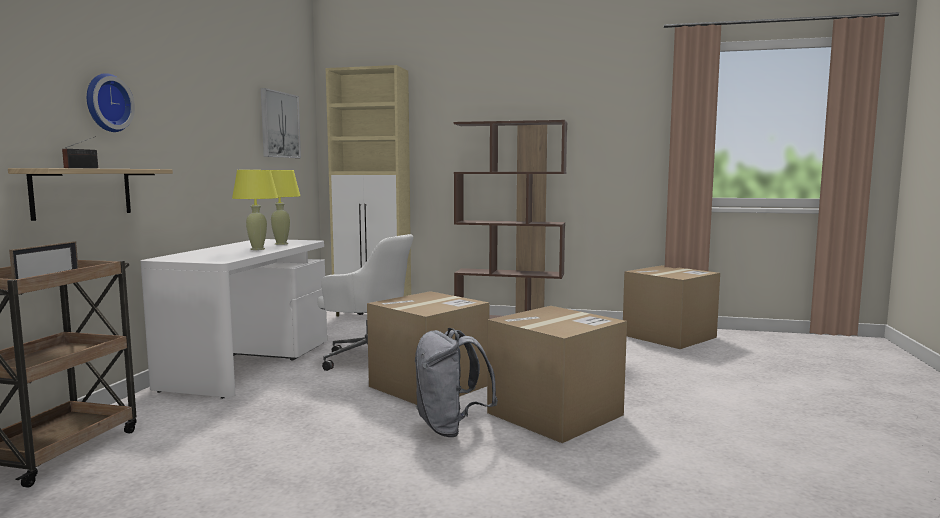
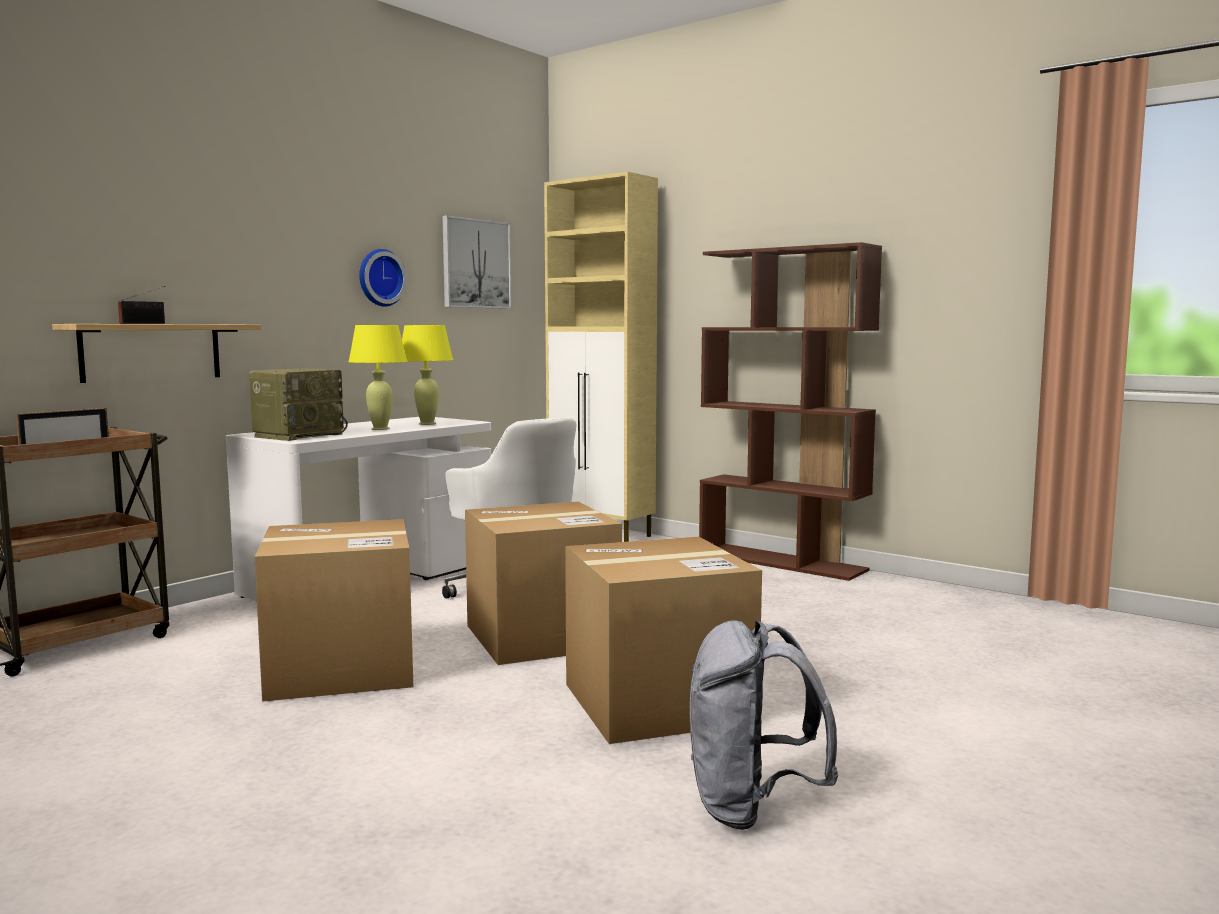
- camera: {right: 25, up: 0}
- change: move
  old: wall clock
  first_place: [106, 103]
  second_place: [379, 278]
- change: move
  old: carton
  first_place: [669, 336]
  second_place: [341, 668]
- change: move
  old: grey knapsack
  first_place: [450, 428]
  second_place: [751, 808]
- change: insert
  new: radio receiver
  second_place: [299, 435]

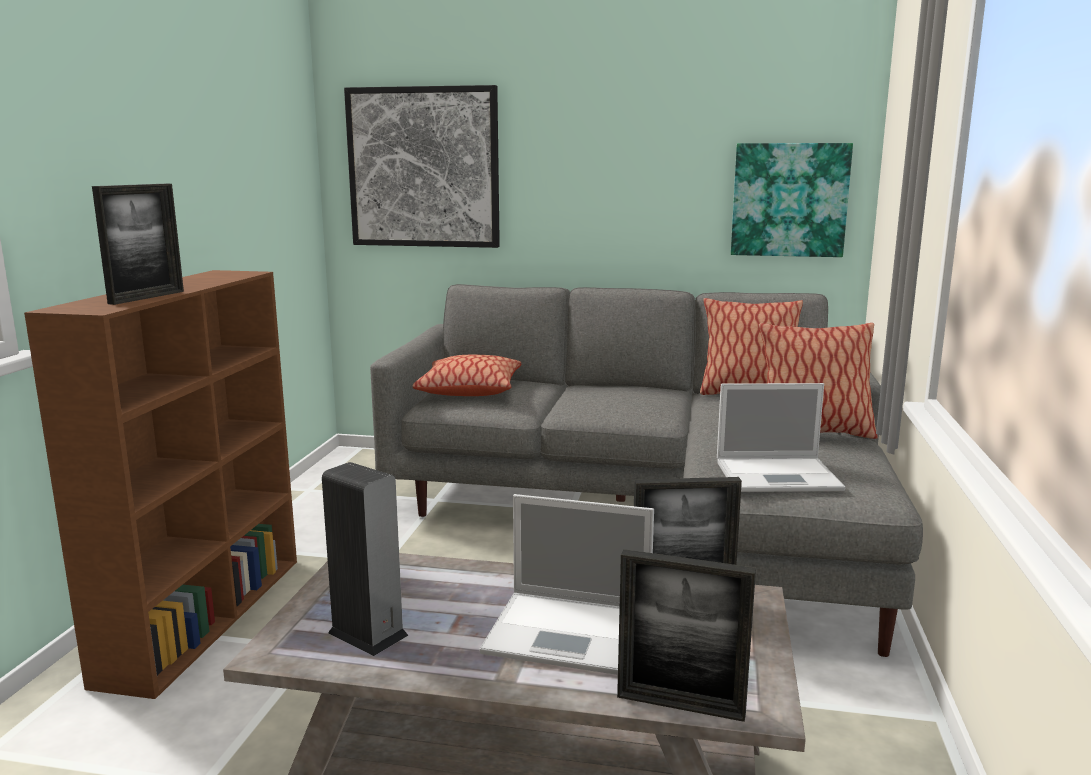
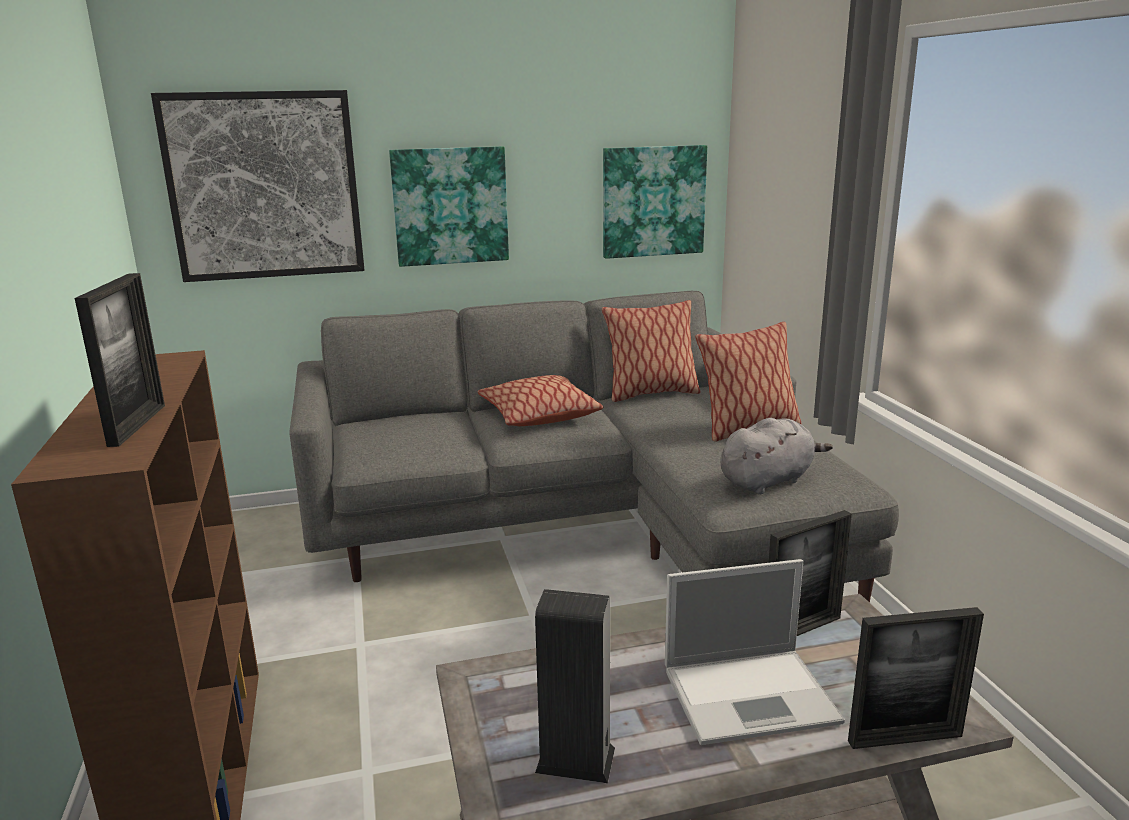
- camera: {right: -25, up: 5}
- change: move
  old: cushion
  first_place: [469, 390]
  second_place: [538, 415]
- change: replace
  old: notebook computer
  new: grey soft toy
  first_place: [780, 475]
  second_place: [768, 480]
- change: insert
  new: wall art
  second_place: [450, 206]

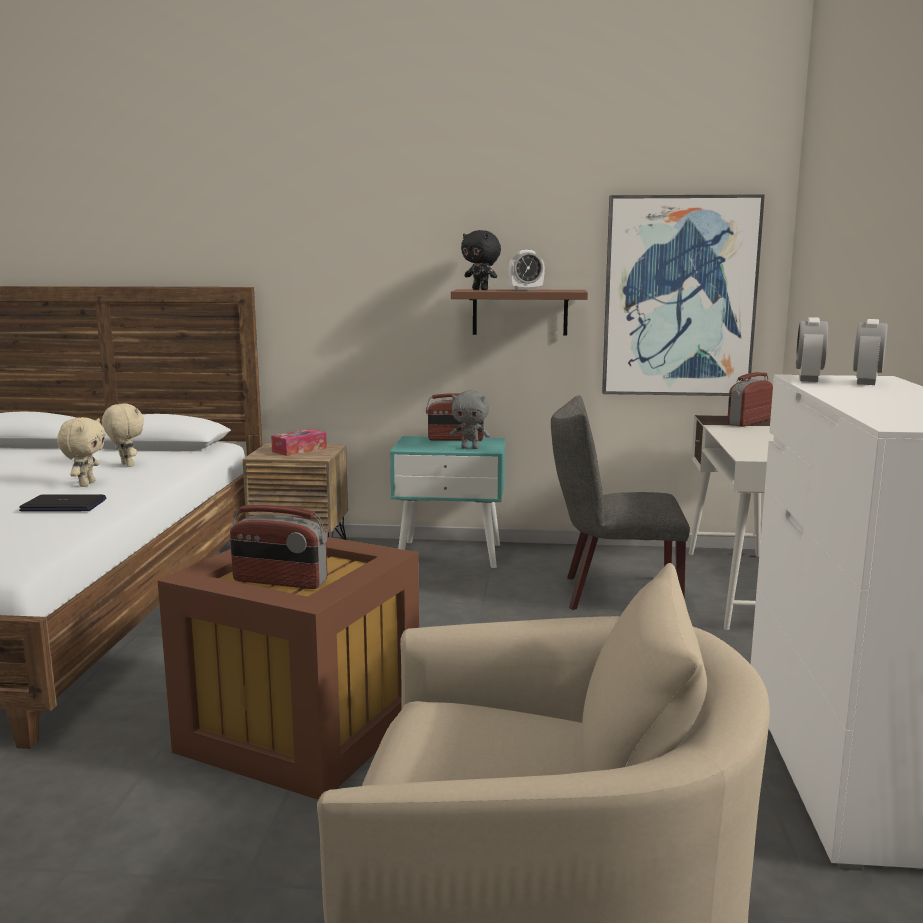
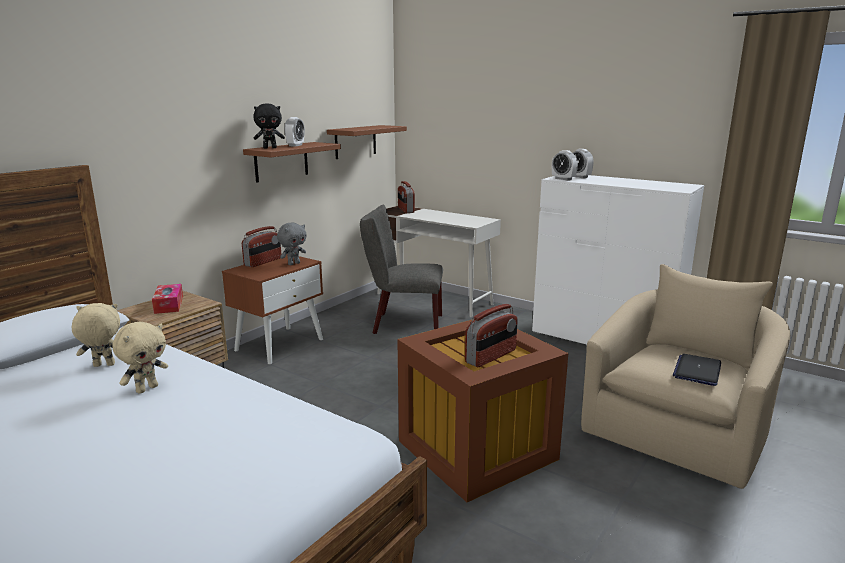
- camera: {right: -60, up: 5}
- change: replace
  old: wall art
  new: brown-coloured bracket shelf
  first_place: [679, 296]
  second_place: [355, 141]
- change: rotate
  old: grey chair
  first_place: [613, 594]
  second_place: [403, 324]
  degrees: 60
- change: rotate
  old: beige-coloured soft toy
  first_place: [86, 484]
  second_place: [147, 388]
  degrees: 90
- change: recolor
  old: turquoise bedside table
  new: brown-coloured bedside table
  first_place: [450, 554]
  second_place: [279, 344]
- change: move
  old: notebook computer
  first_place: [64, 505]
  second_place: [697, 370]

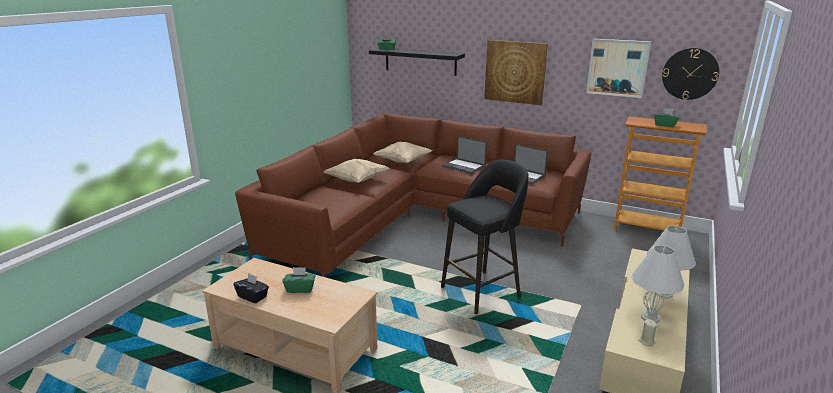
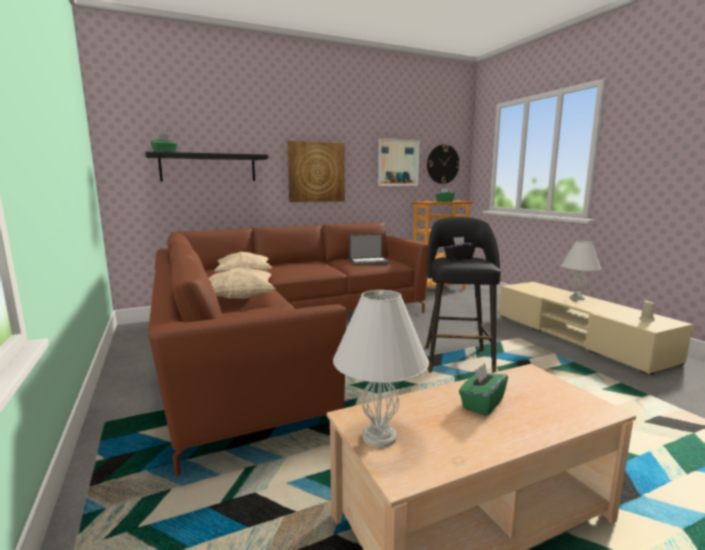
- camera: {right: -50, up: -10}
- change: delete
  old: notebook computer
  first_place: [464, 166]
- change: move
  old: whitish table lamp
  first_place: [650, 317]
  second_place: [378, 436]
- change: move
  old: black tissue holder
  first_place: [252, 296]
  second_place: [458, 258]

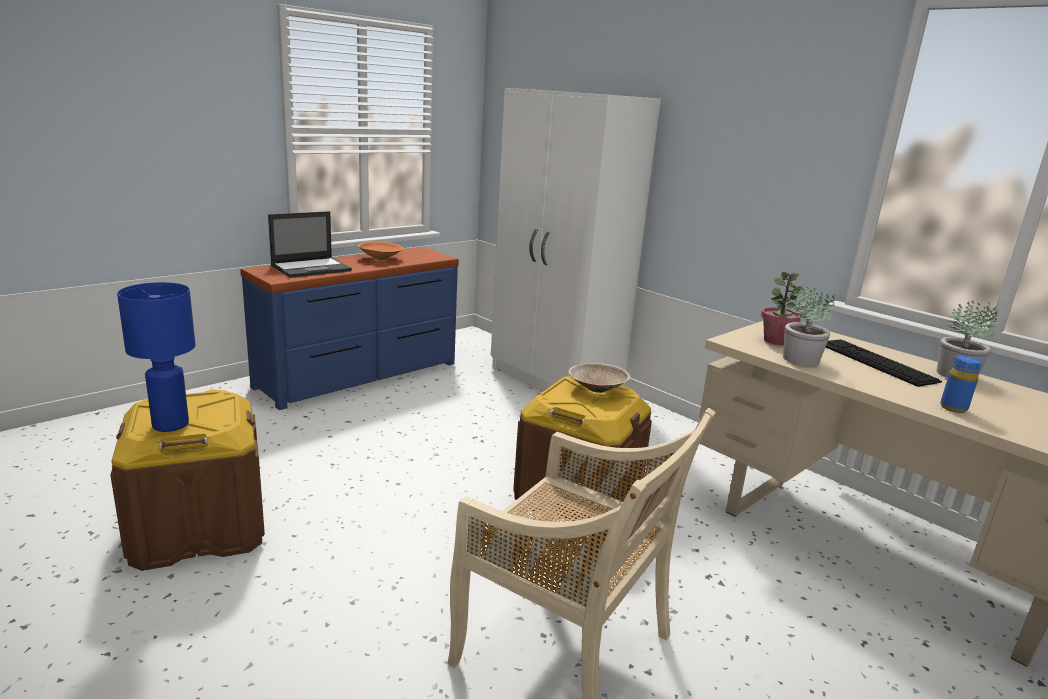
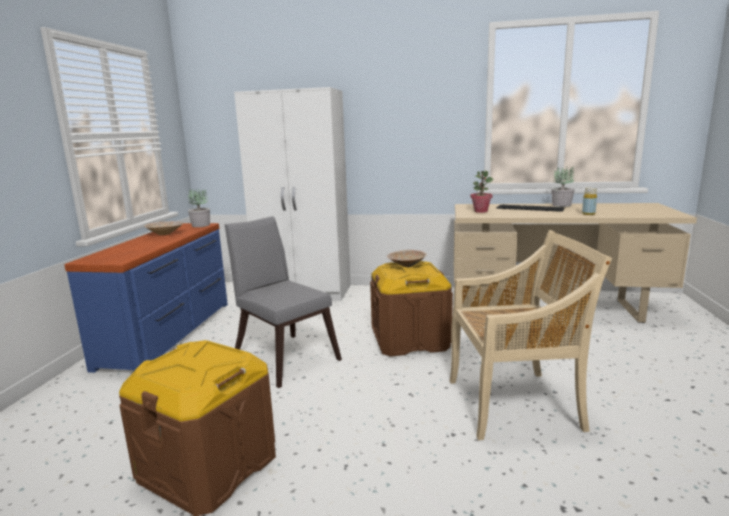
- camera: {right: -35, up: -5}
- change: delete
  old: notebook computer
  first_place: [312, 268]
- change: recolor
  old: orange-coloured serving bowl
  new: beige-coloured serving bowl
  first_place: [381, 259]
  second_place: [165, 234]
- change: delete
  old: blue-coloured table lamp
  first_place: [171, 425]
- change: move
  old: plant in a pot
  first_place: [801, 360]
  second_place: [201, 225]
- change: recolor
  old: blue-coloured bottle
  new: yellow-coloured bottle
  first_place: [953, 408]
  second_place: [588, 214]
- change: insert
  new: grey chair
  second_place: [284, 356]

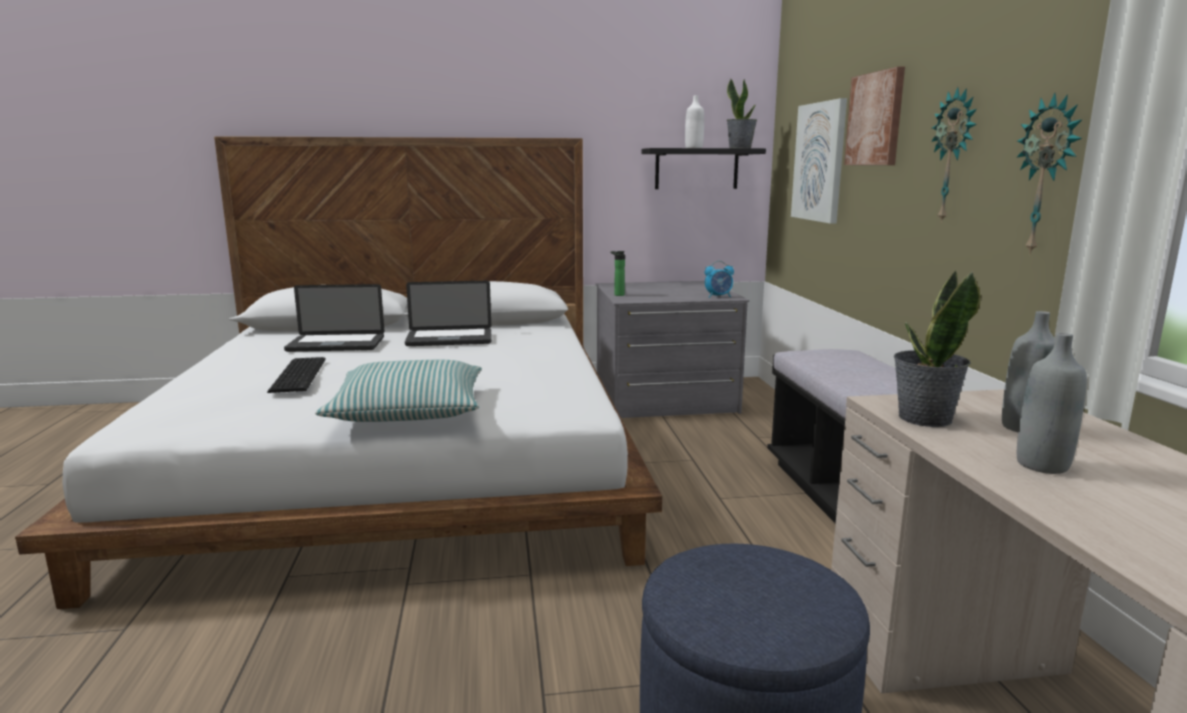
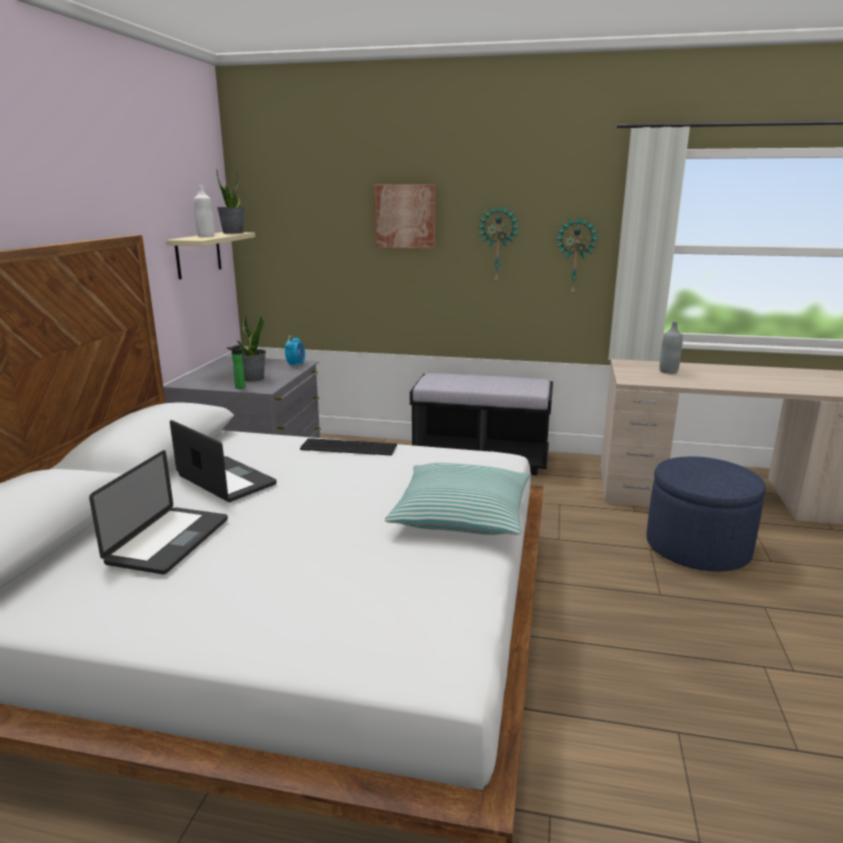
- camera: {right: -70, up: 5}
- change: delete
  old: wall art
  first_place: [819, 162]
- change: recolor
  old: black bracket shelf
  new: beige-coloured bracket shelf
  first_place: [696, 169]
  second_place: [198, 255]
- change: move
  old: plant in a pot
  first_place: [924, 418]
  second_place: [253, 378]
- change: rotate
  old: notebook computer
  first_place: [449, 339]
  second_place: [226, 480]
  degrees: -60
- change: delete
  old: grey bottle
  first_place: [1042, 465]
- change: move
  old: keyboard
  first_place: [301, 374]
  second_place: [348, 446]

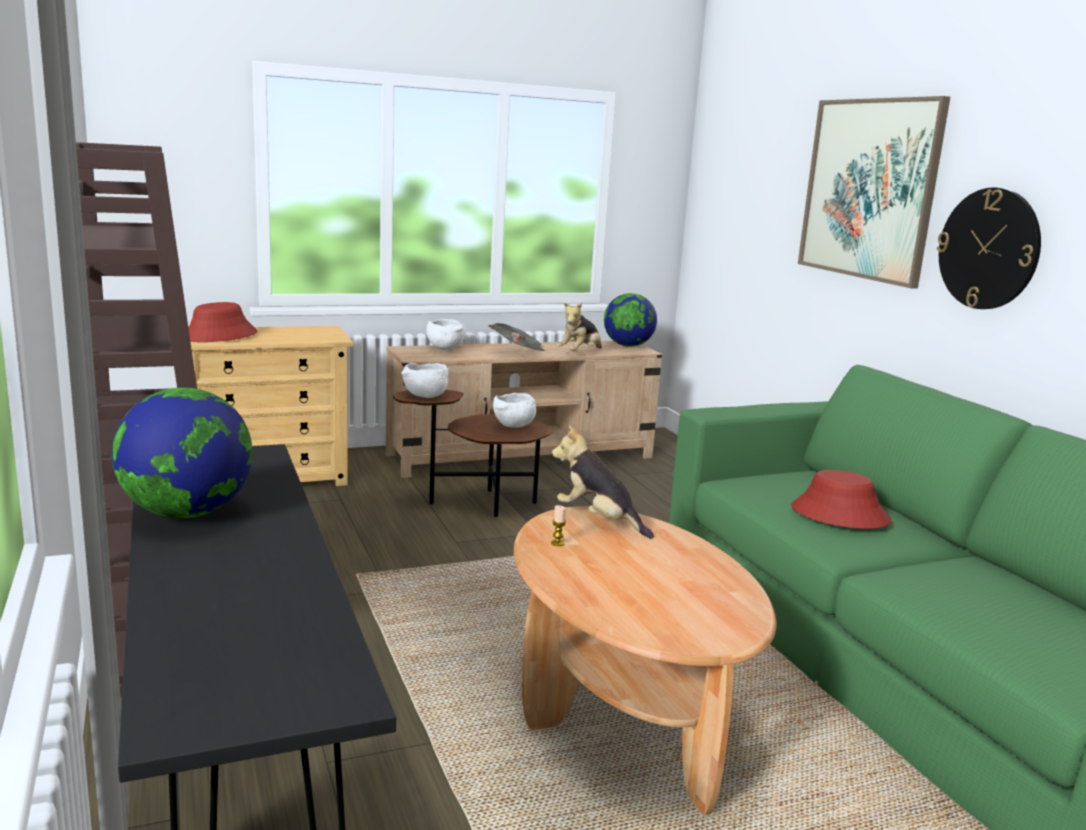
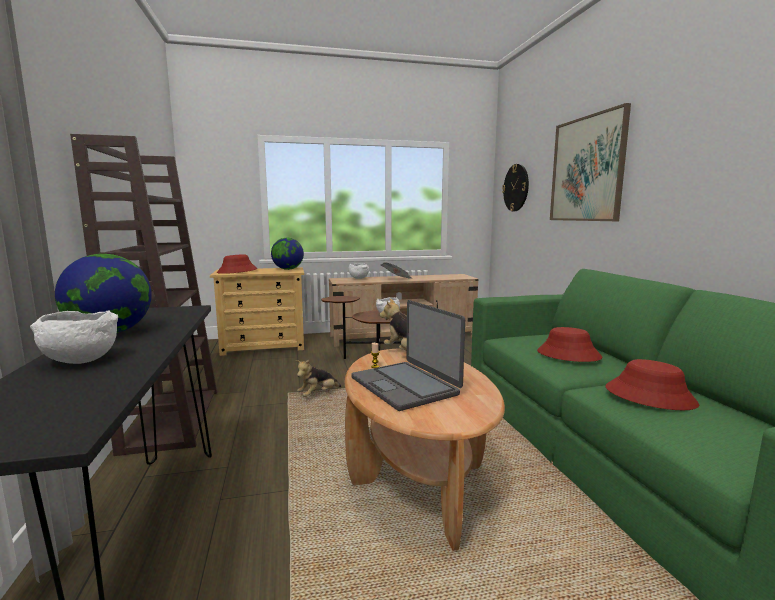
- camera: {right: 10, up: -5}
- change: move
  old: wall clock
  first_place: [988, 249]
  second_place: [516, 187]
- change: move
  old: desk globe
  first_place: [628, 345]
  second_place: [288, 269]
- change: move
  old: soft toy
  first_place: [580, 353]
  second_place: [318, 394]
- change: move
  old: whitish serving bowl
  first_place: [425, 397]
  second_place: [79, 361]
- change: insert
  new: notebook computer
  second_place: [405, 386]
- change: insert
  new: red wearable hat
  second_place: [650, 396]

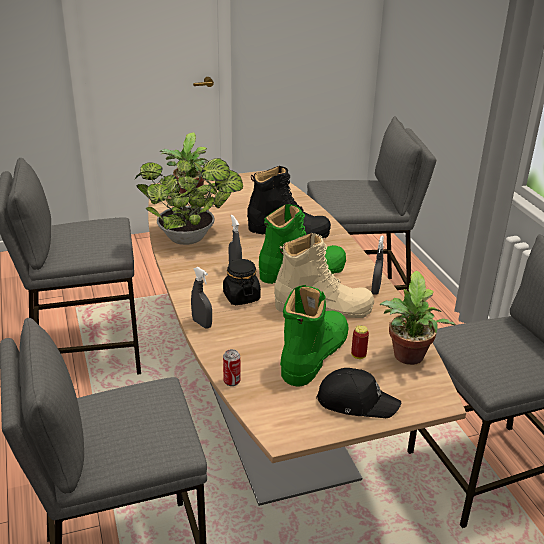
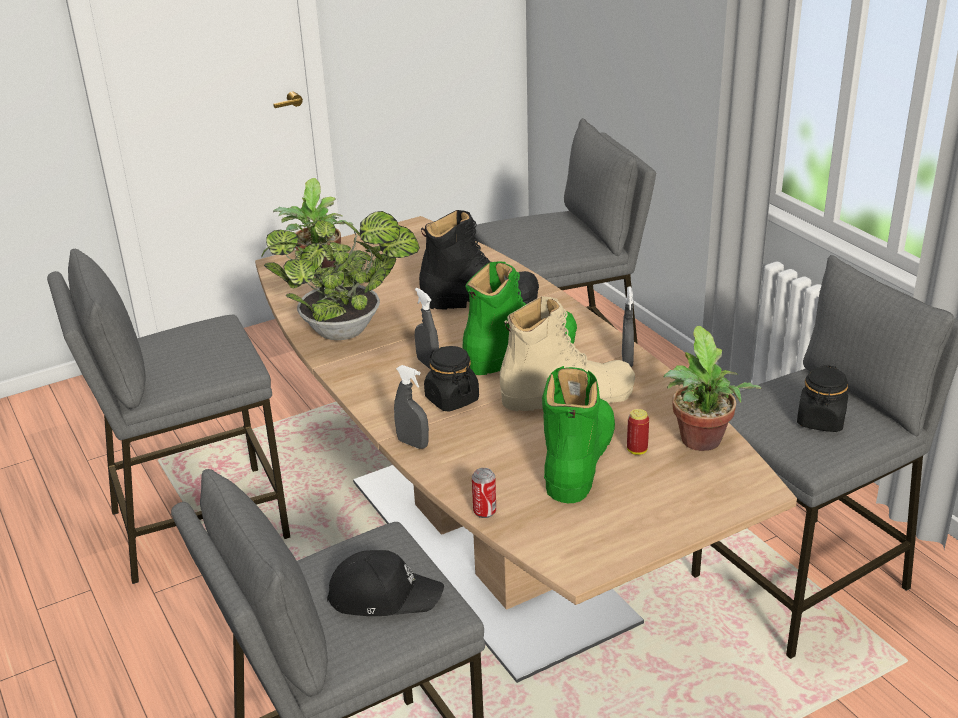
- camera: {right: -10, up: 0}
- change: move
  old: black peaked cap
  first_place: [356, 401]
  second_place: [383, 595]
- change: insert
  new: black storage jar
  second_place: [821, 420]

